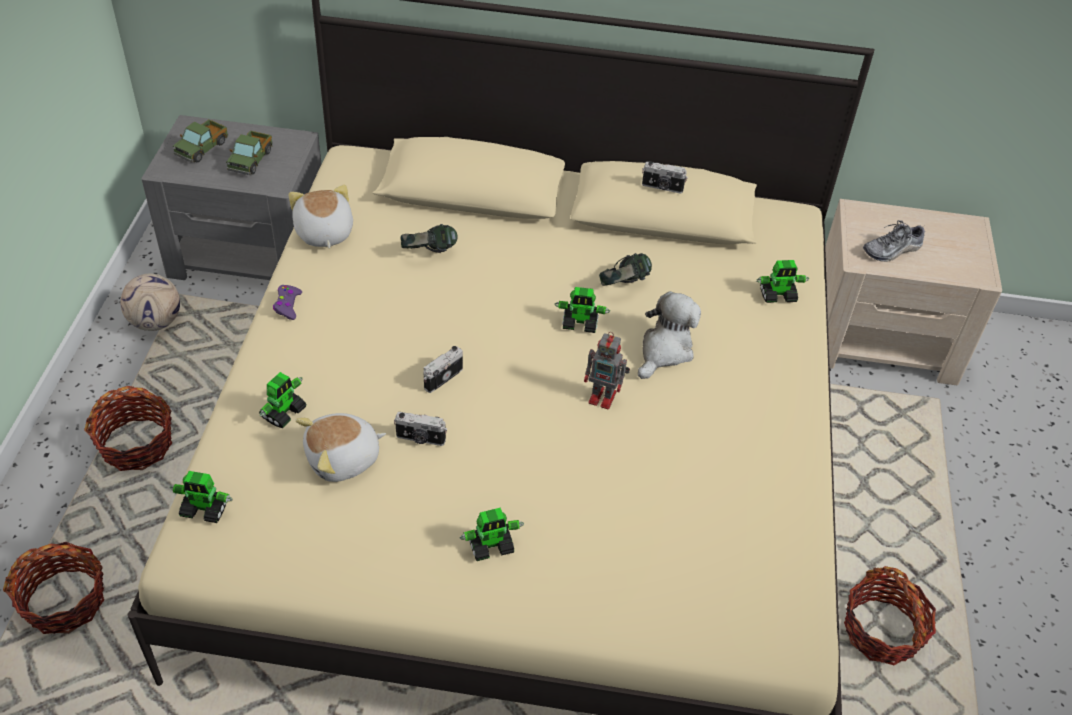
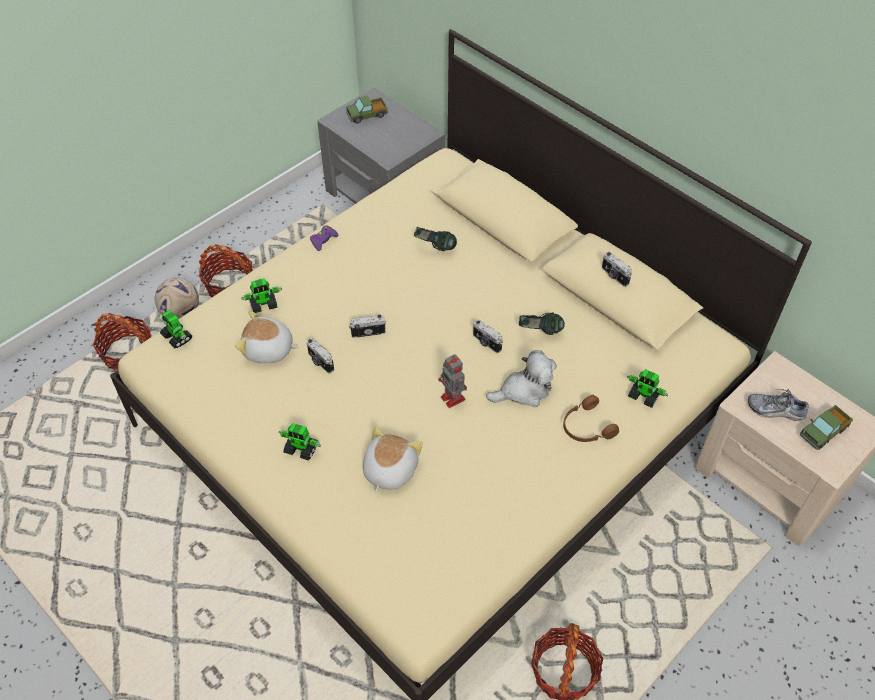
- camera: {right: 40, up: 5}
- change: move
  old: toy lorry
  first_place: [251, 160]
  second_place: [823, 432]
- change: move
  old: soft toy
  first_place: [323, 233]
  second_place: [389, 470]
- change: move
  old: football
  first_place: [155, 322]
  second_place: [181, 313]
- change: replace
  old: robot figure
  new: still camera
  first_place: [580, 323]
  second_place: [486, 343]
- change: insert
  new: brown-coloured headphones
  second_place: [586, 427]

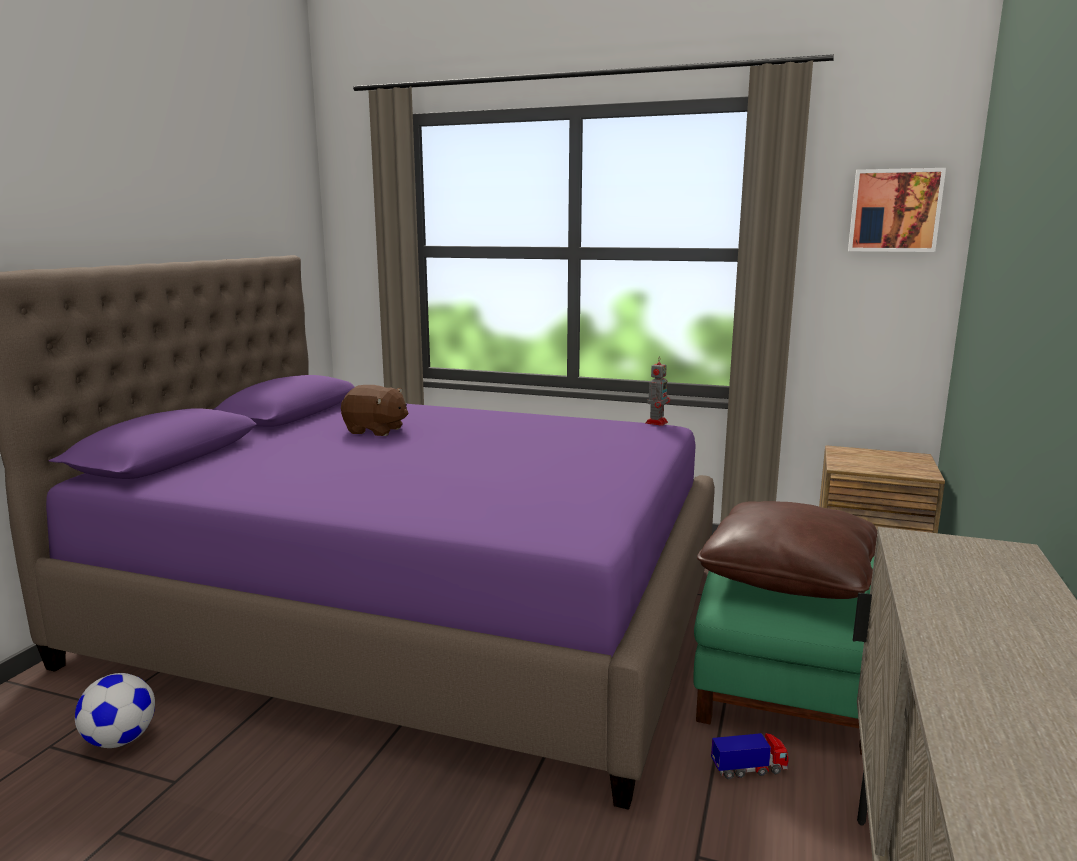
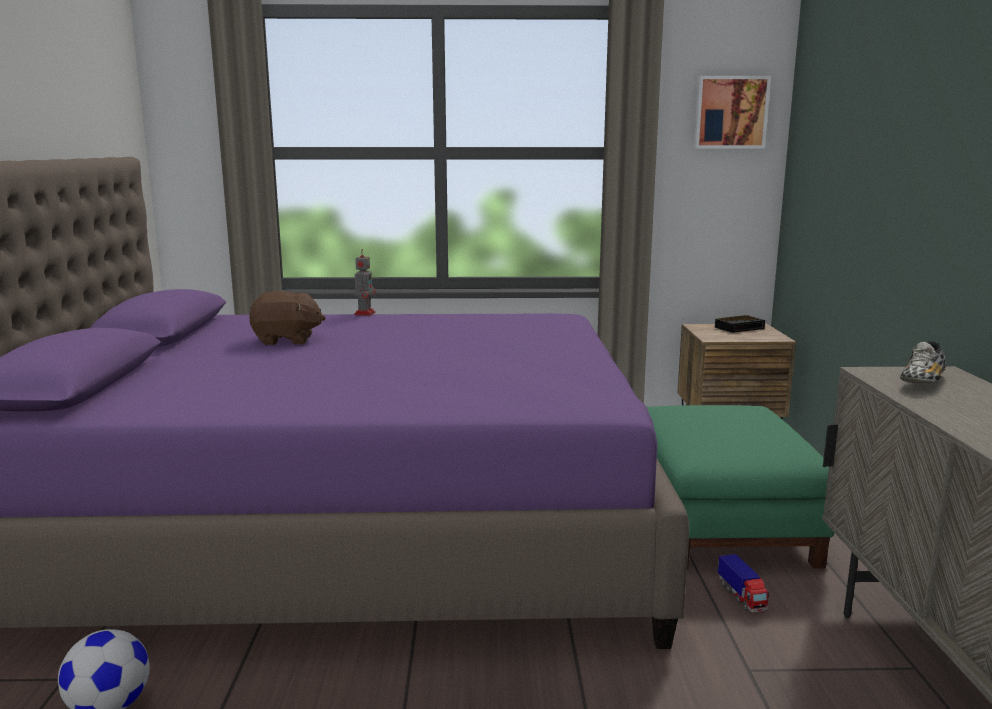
- camera: {right: -20, up: 0}
- change: move
  old: robot figure
  first_place: [657, 422]
  second_place: [365, 313]
- change: delete
  old: brown-coloured cushion
  first_place: [789, 576]
- change: rotate
  old: toy lorry
  first_place: [749, 769]
  second_place: [741, 597]
  degrees: 105
- change: insert
  new: table clock
  second_place: [740, 328]
- change: insert
  new: item of footwear
  second_place: [922, 382]

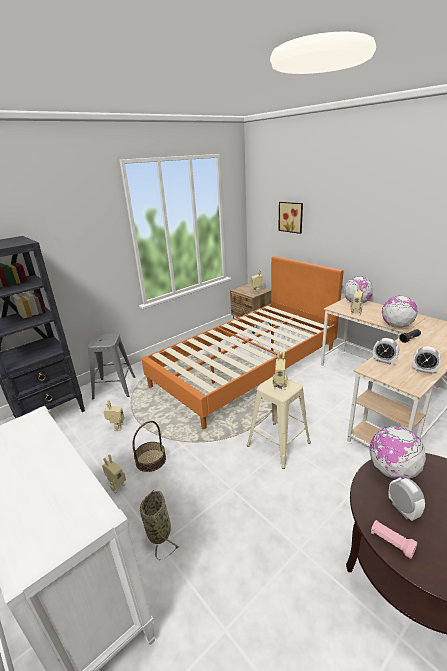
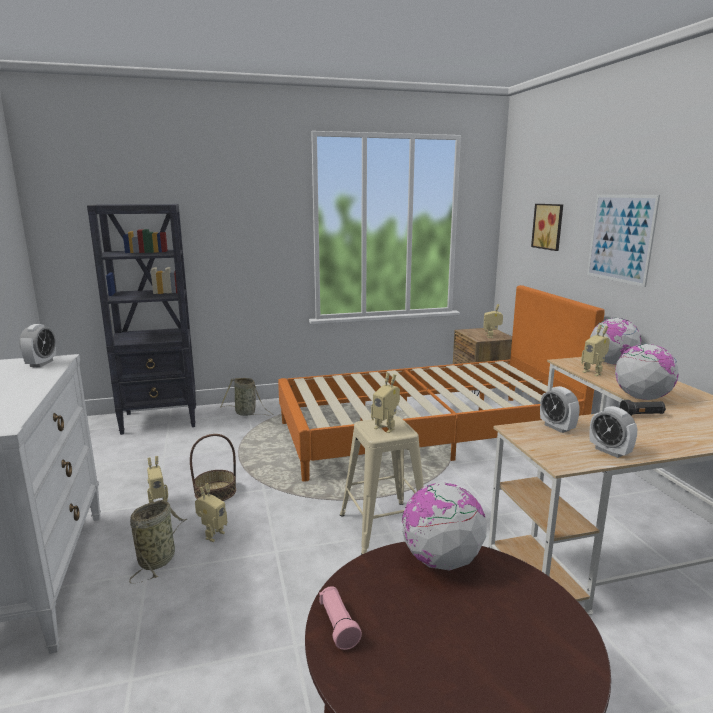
- camera: {right: 25, up: -10}
- change: replace
  old: grey sitting stool
  new: basket
  first_place: [115, 387]
  second_place: [247, 413]
- change: move
  old: robot figure
  first_place: [116, 427]
  second_place: [212, 535]
- change: move
  old: table clock
  first_place: [402, 509]
  second_place: [41, 363]
- change: insert
  new: wall art
  second_place: [620, 238]

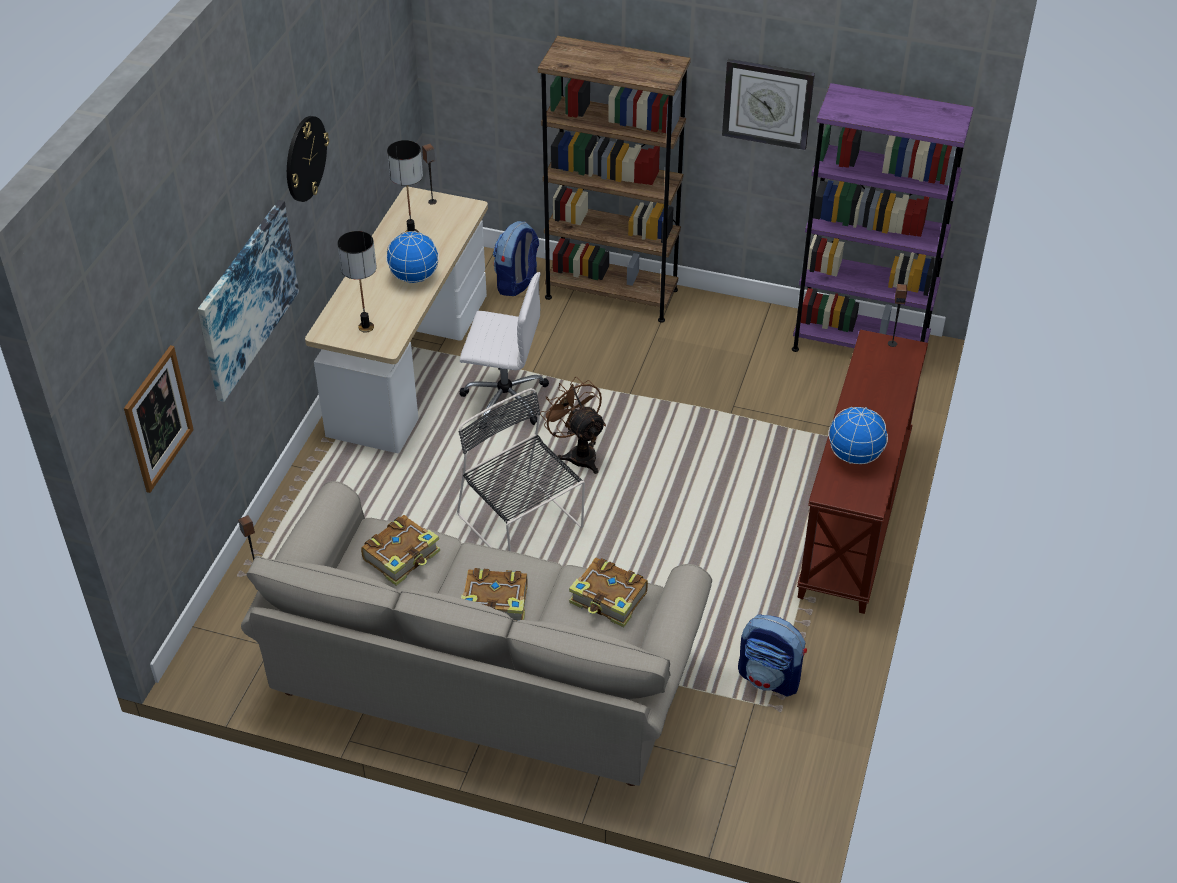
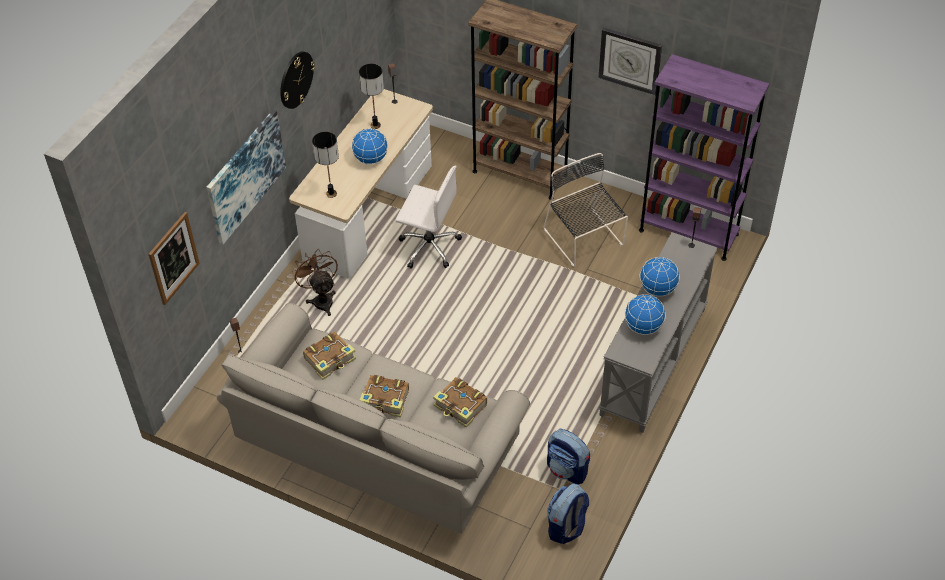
- camera: {right: 10, up: 5}
- change: move
  old: knapsack
  first_place: [517, 283]
  second_place: [566, 527]
- change: recolor
  old: brown-coloured hall table
  new: grey hall table
  first_place: [856, 517]
  second_place: [654, 362]
- change: move
  old: brown-coloured fan
  first_place: [578, 453]
  second_place: [321, 299]
- change: move
  old: black chair
  first_place: [522, 524]
  second_place: [584, 239]
- change: insert
  new: desk globe
  second_place: [657, 289]

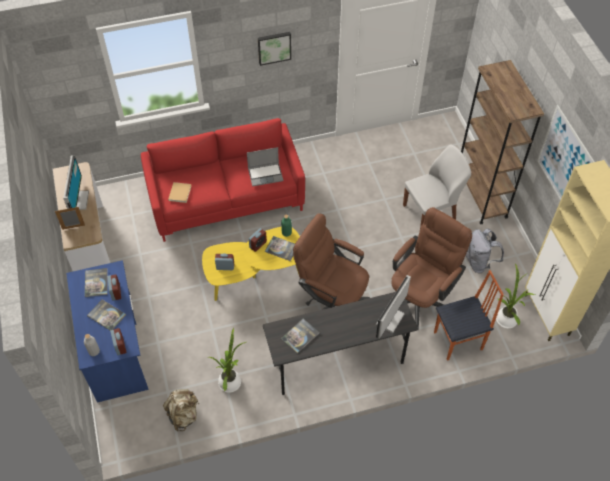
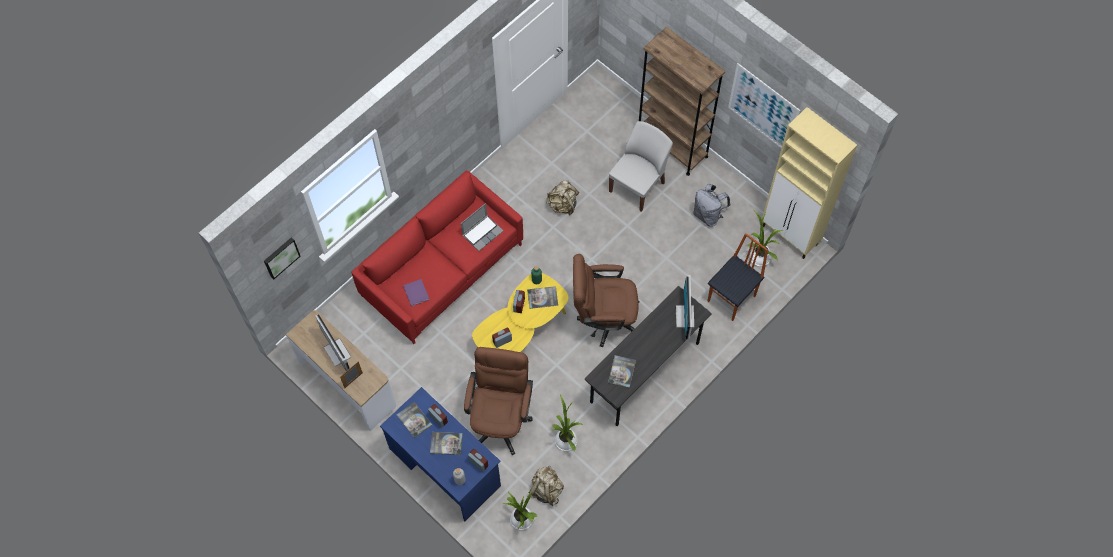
- camera: {right: -30, up: 10}
- change: move
  old: wall art
  first_place: [274, 47]
  second_place: [280, 257]
- change: recolor
  old: beige-coloured bound book
  new: purple bound book
  first_place: [180, 192]
  second_place: [416, 292]
- change: move
  old: brown-coloured desk chair
  first_place: [421, 296]
  second_place: [500, 418]
- change: insert
  new: beige-coloured knapsack
  second_place: [562, 205]
- change: insert
  new: plant in a pot
  second_place: [522, 521]

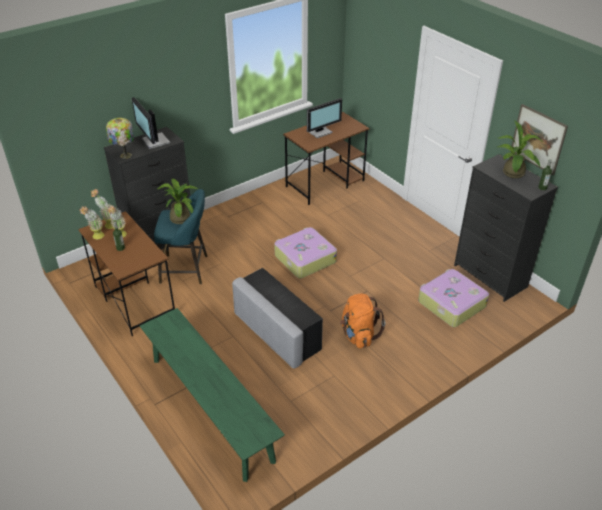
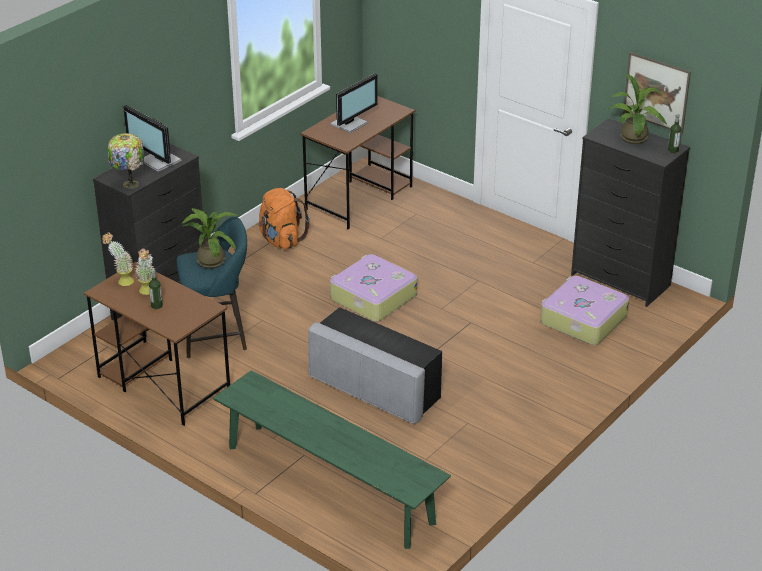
- camera: {right: -15, up: -5}
- change: delete
  old: plant in a pot
  first_place: [96, 237]
- change: move
  old: orange-coloured knapsack
  first_place: [358, 335]
  second_place: [281, 240]

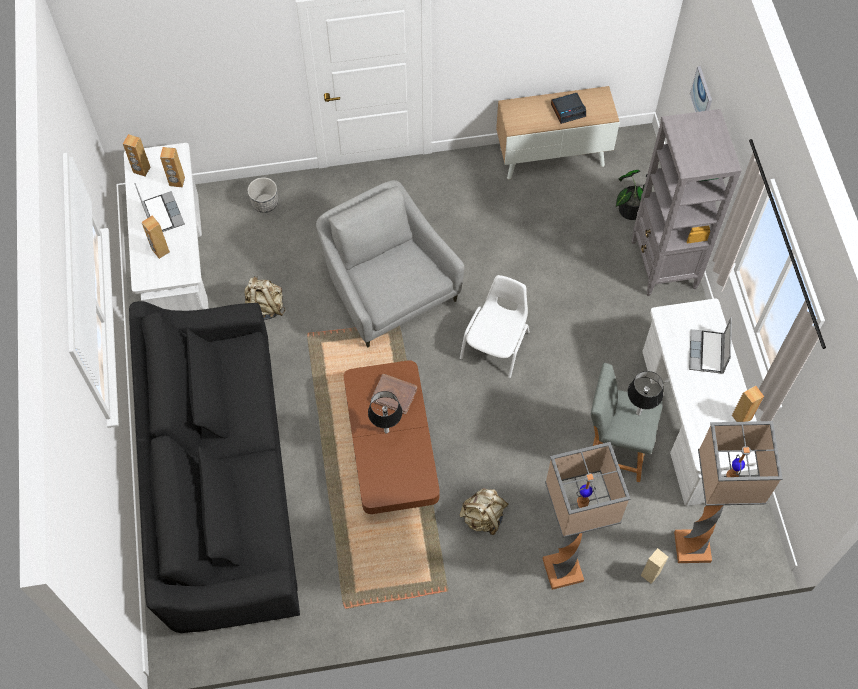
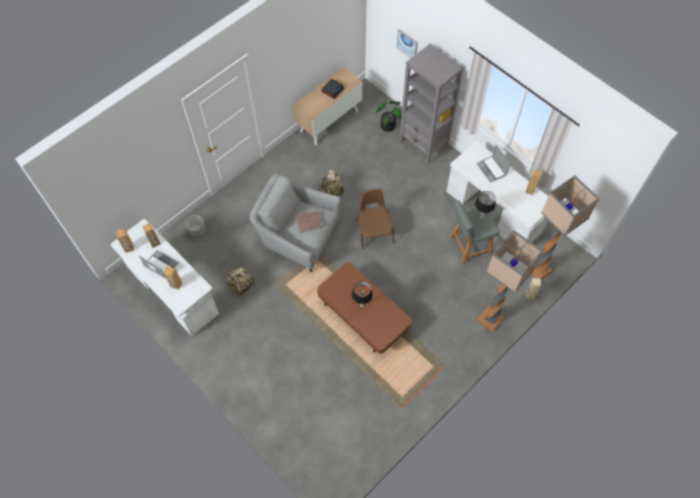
- camera: {right: -35, up: 0}
- change: recolor
  old: whitish chair
  new: brown-coloured chair
  first_place: [496, 344]
  second_place: [374, 231]
- change: delete
  old: black settee
  first_place: [221, 478]
- change: move
  old: brown-coloured bound book
  first_place: [394, 394]
  second_place: [309, 222]
- change: move
  old: beige-coloured knapsack
  first_place: [483, 517]
  second_place: [332, 190]

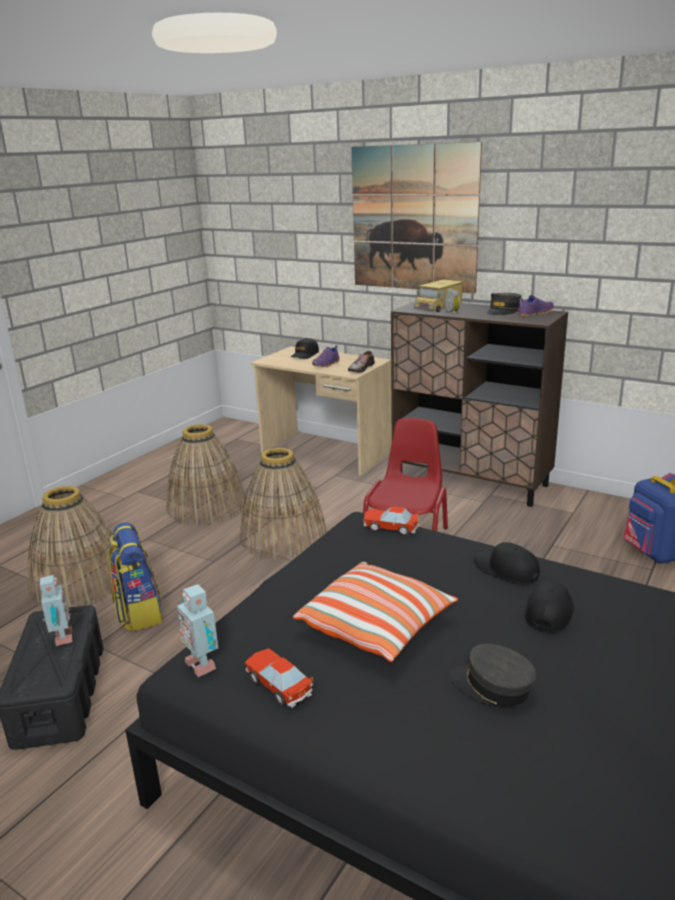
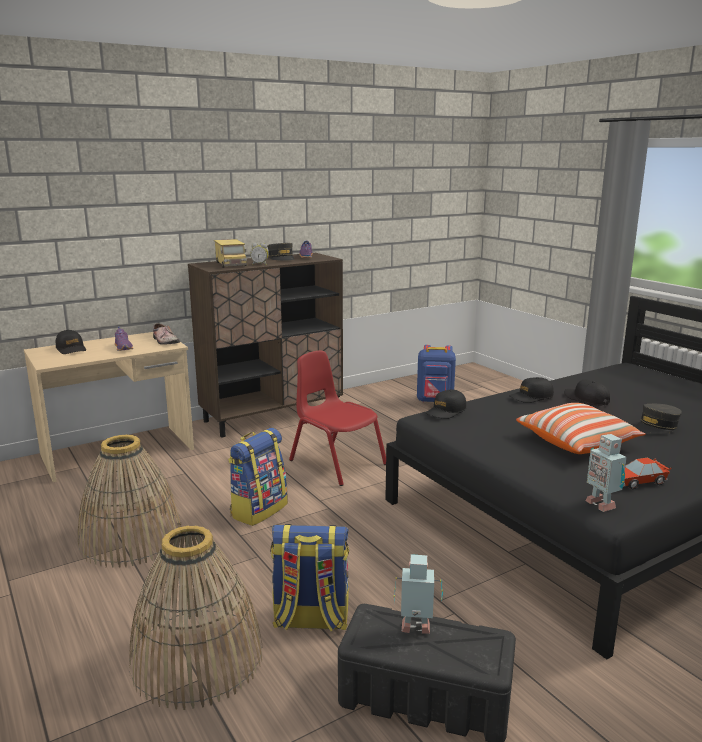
- camera: {right: -65, up: -5}
- change: delete
  old: wall art
  first_place: [413, 219]
- change: replace
  old: basket
  new: knapsack
  first_place: [283, 537]
  second_place: [258, 510]
- change: replace
  old: miniature car
  new: black peaked cap
  first_place: [390, 528]
  second_place: [446, 411]
- change: rotate
  old: robot figure
  first_place: [202, 664]
  second_place: [601, 504]
  degrees: 75

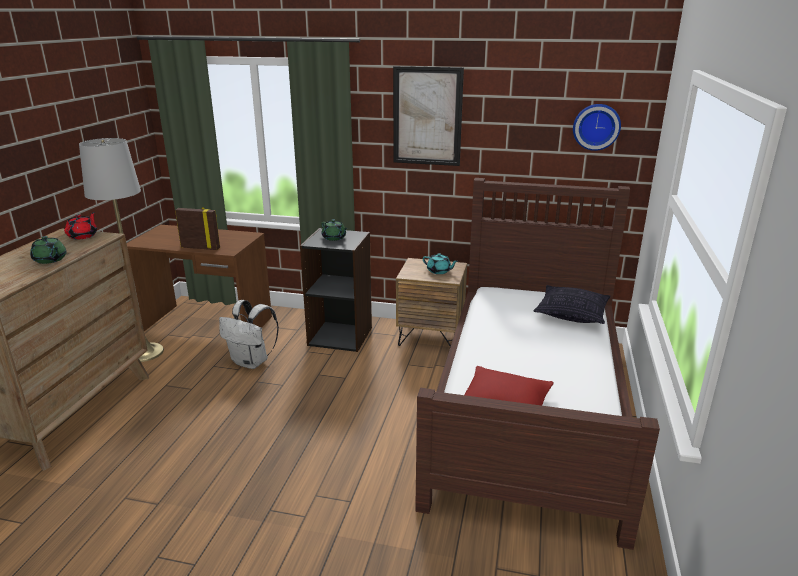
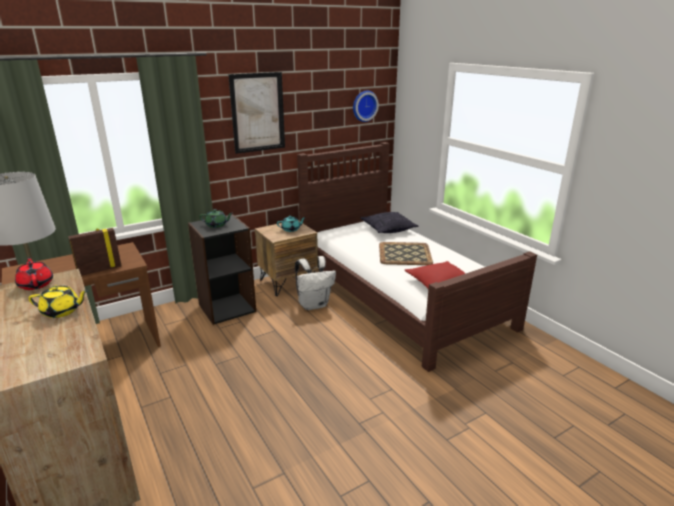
- camera: {right: -45, up: 0}
- change: recolor
  old: green teapot
  new: yellow-coloured teapot
  first_place: [50, 260]
  second_place: [62, 311]
- change: move
  old: whitish knapsack
  first_place: [252, 362]
  second_place: [314, 304]
- change: insert
  new: carrying tray
  second_place: [405, 254]

